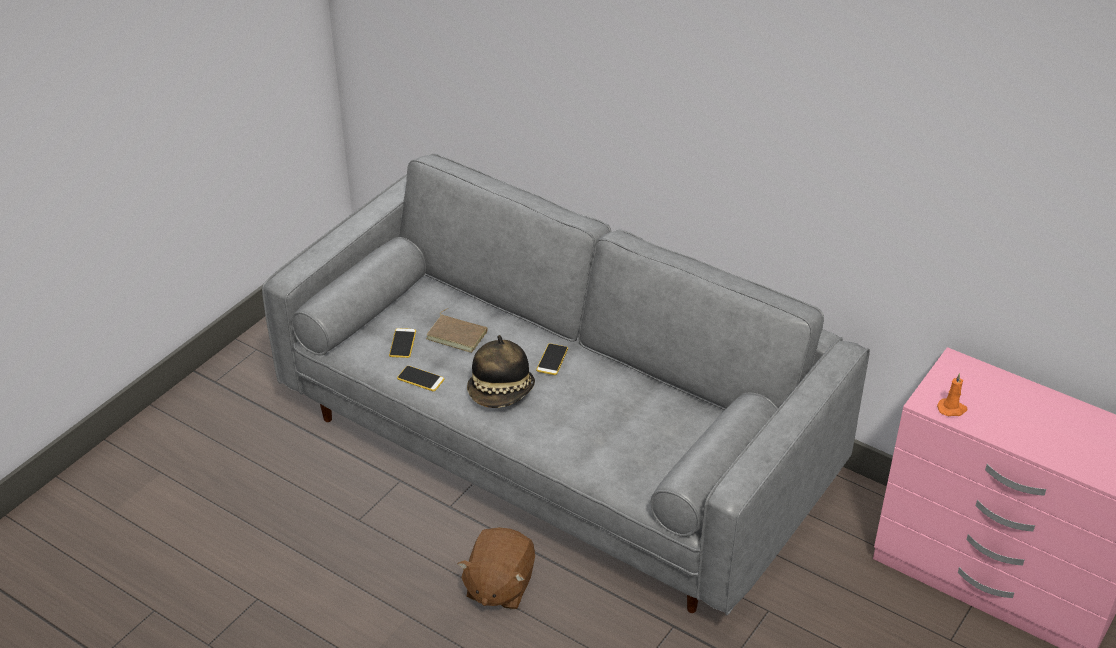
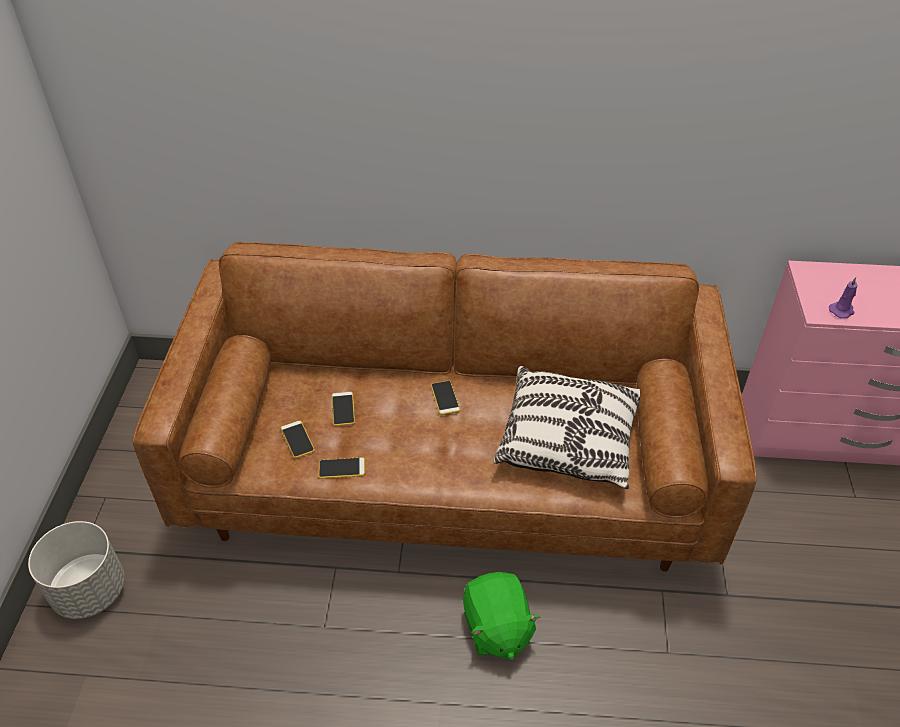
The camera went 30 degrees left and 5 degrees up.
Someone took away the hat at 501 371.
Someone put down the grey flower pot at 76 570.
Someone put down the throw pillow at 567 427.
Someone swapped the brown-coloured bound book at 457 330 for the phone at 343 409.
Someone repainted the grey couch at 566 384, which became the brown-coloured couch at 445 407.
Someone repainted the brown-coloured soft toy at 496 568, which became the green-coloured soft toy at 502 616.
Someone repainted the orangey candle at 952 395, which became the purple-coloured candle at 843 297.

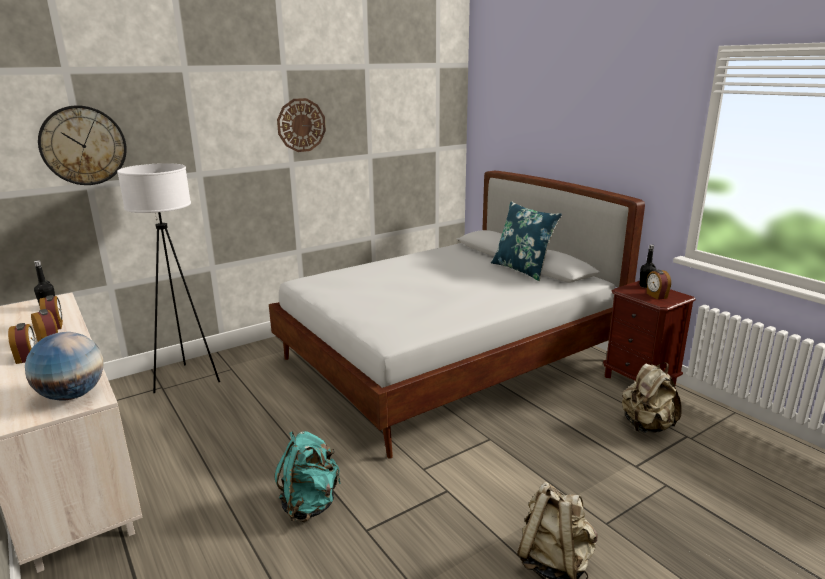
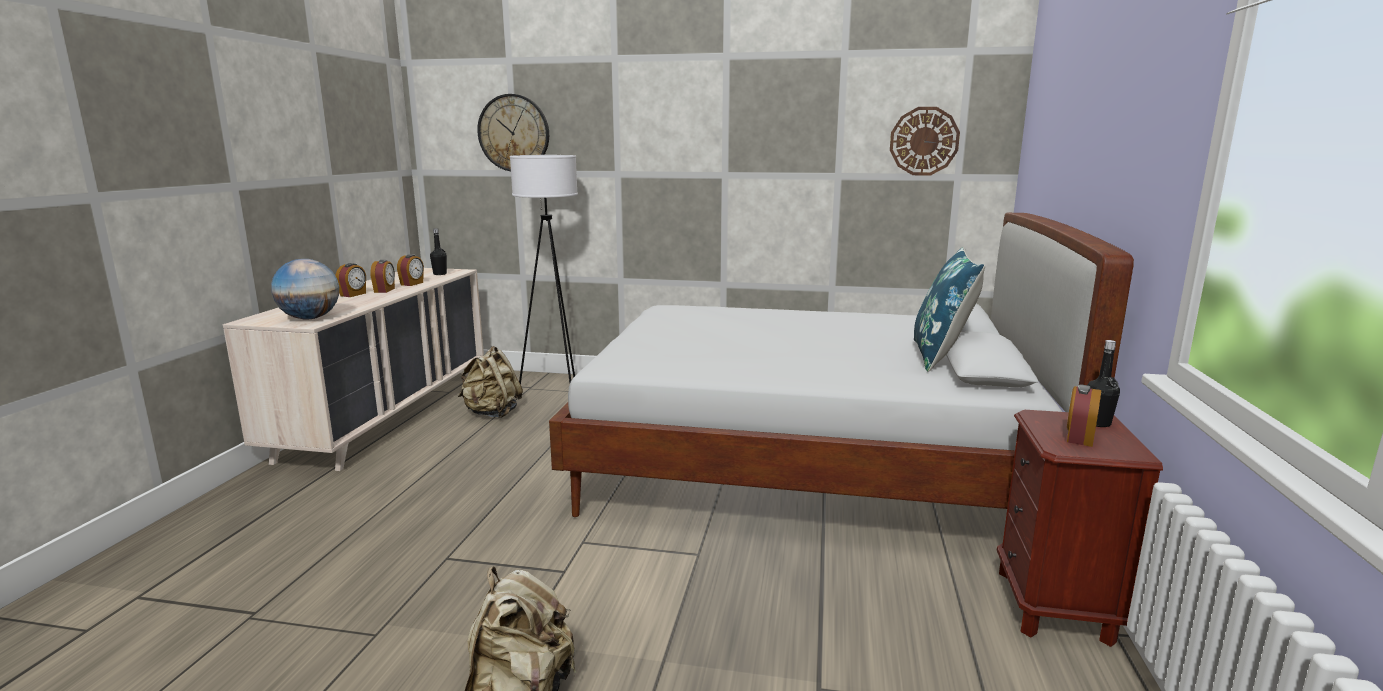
The camera went 45 degrees right and 5 degrees down.
Someone took away the turquoise-coloured rucksack at 307 476.
Someone carried the hanging clock from 301 125 to 925 141.
Someone carried the beige-coloured rucksack from 652 397 to 490 382.

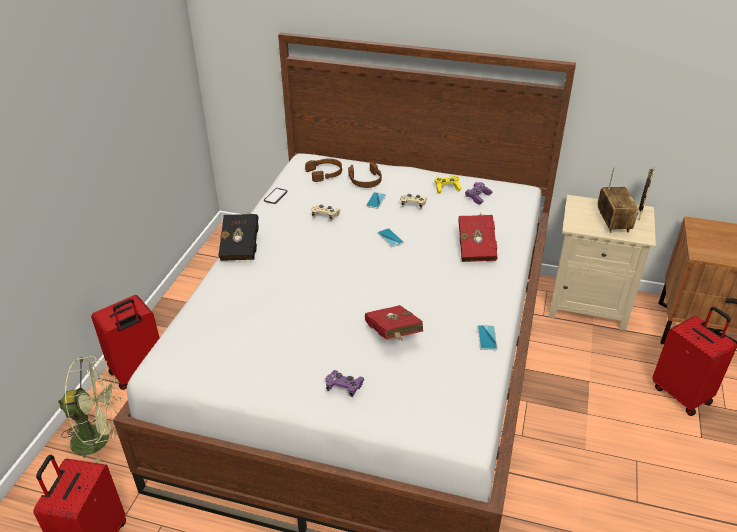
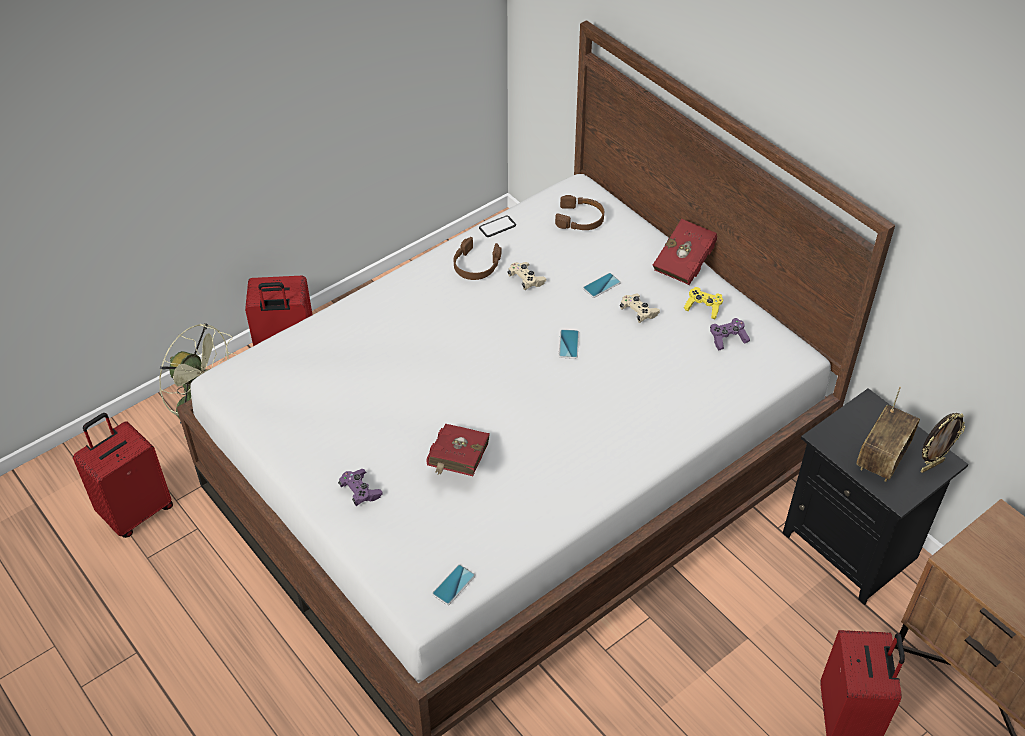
The camera went 35 degrees right and 10 degrees up.
Someone took away the black bound book at 238 237.
Someone carried the brown-coloured headset from 365 175 to 478 258.
Someone carried the red-coloured bound book from 477 237 to 685 252.
Someone carried the phone from 487 337 to 453 585.
Someone repainted the beige-coloured bedside table at 602 263, which became the black bedside table at 875 496.

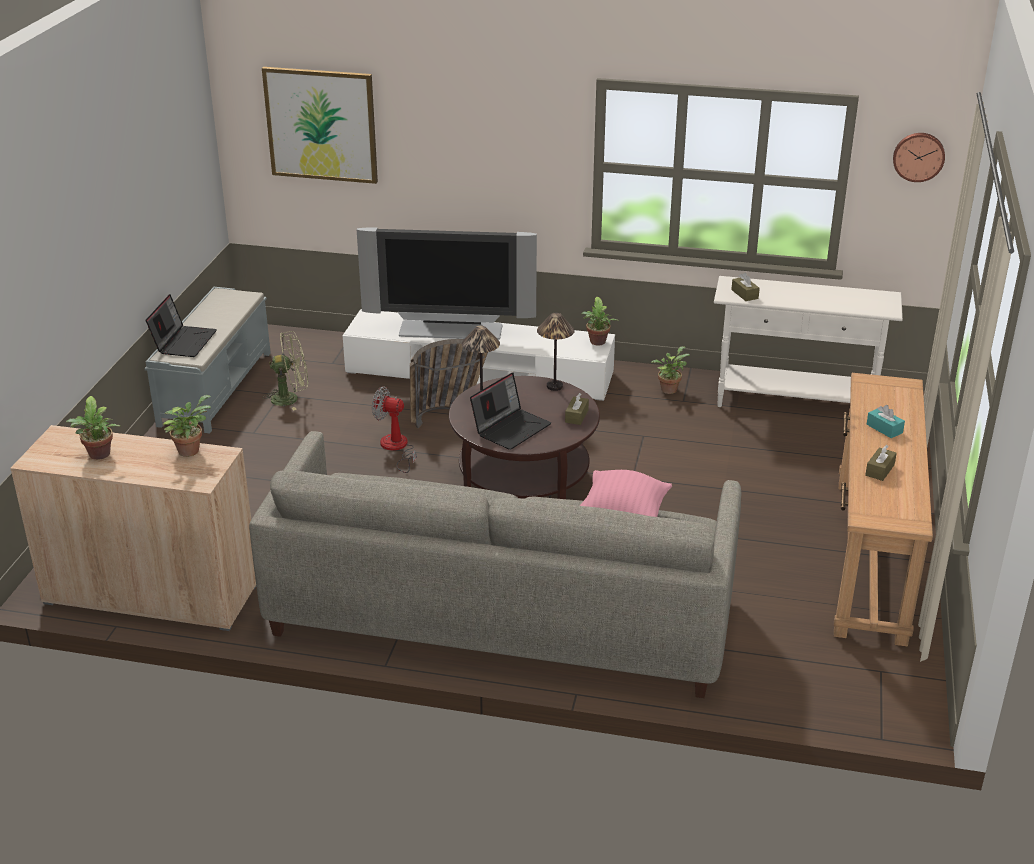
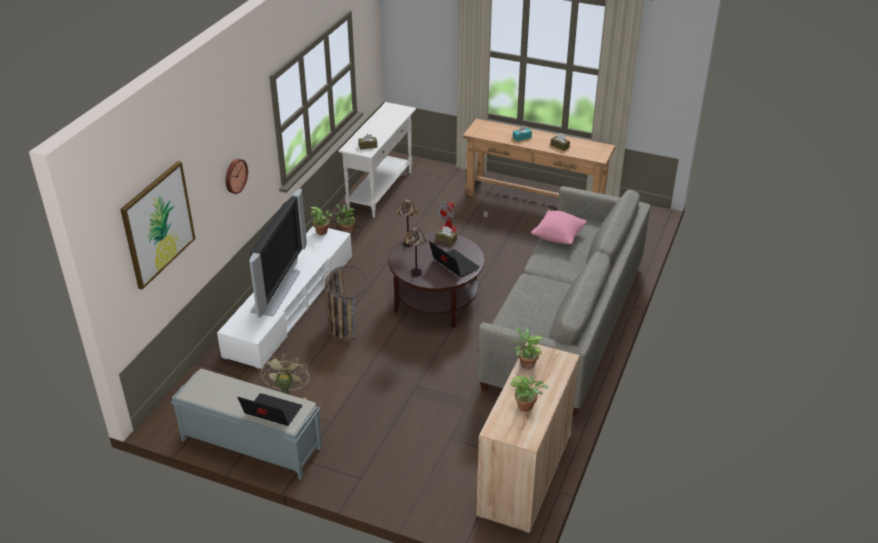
The camera went 80 degrees left and 5 degrees up.
Someone carried the fan from 394 430 to 462 217.
Someone carried the hanging clock from 919 157 to 237 176.

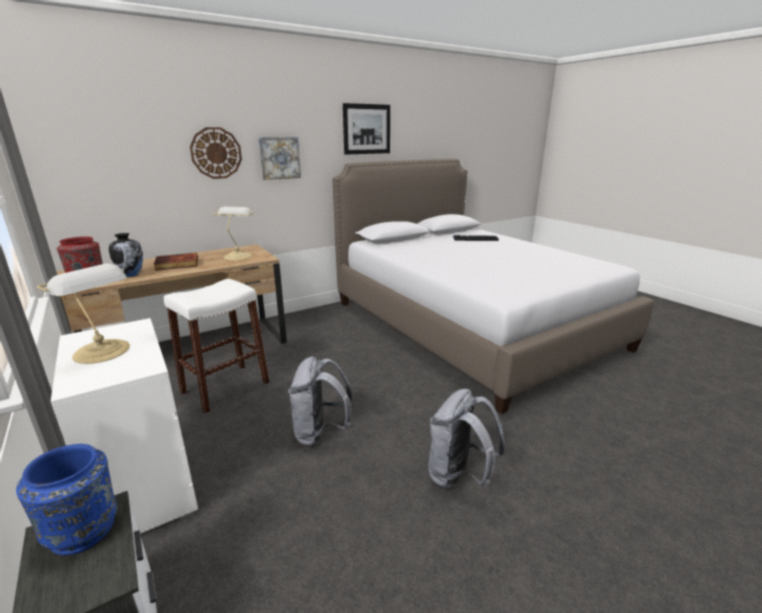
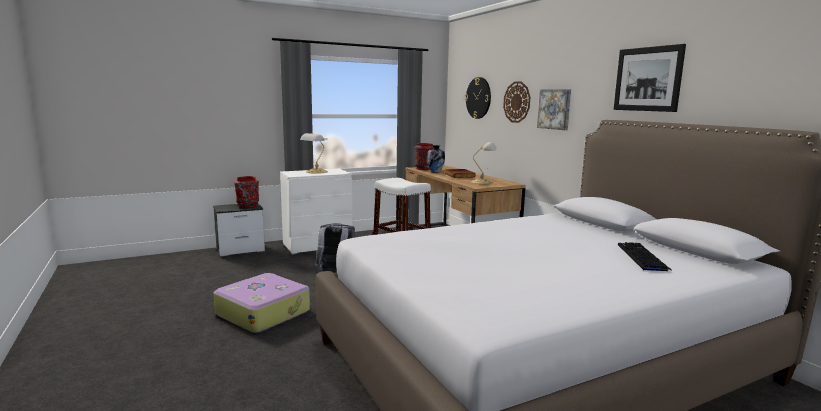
The camera went 95 degrees right and 10 degrees down.
Someone put up the hanging clock at 478 98.
Someone swapped the grey rucksack at 466 439 for the piece of luggage at 261 303.
Someone repainted the bluish flower vase at 66 499, which became the red-coloured flower vase at 246 192.

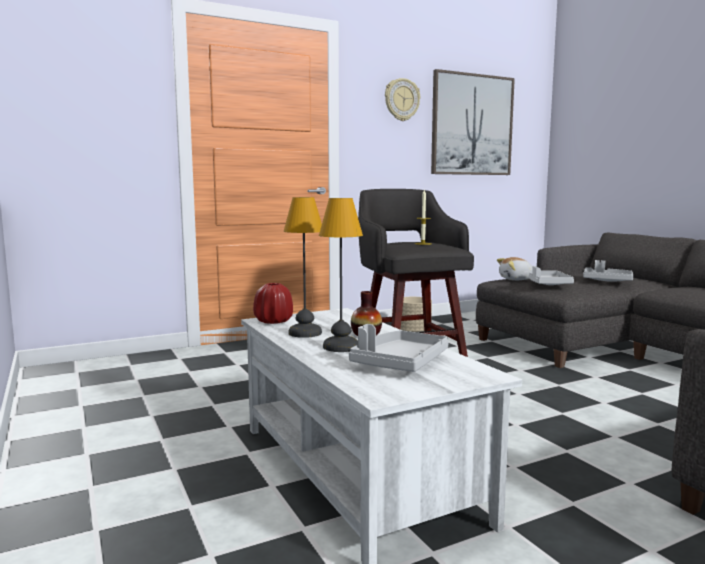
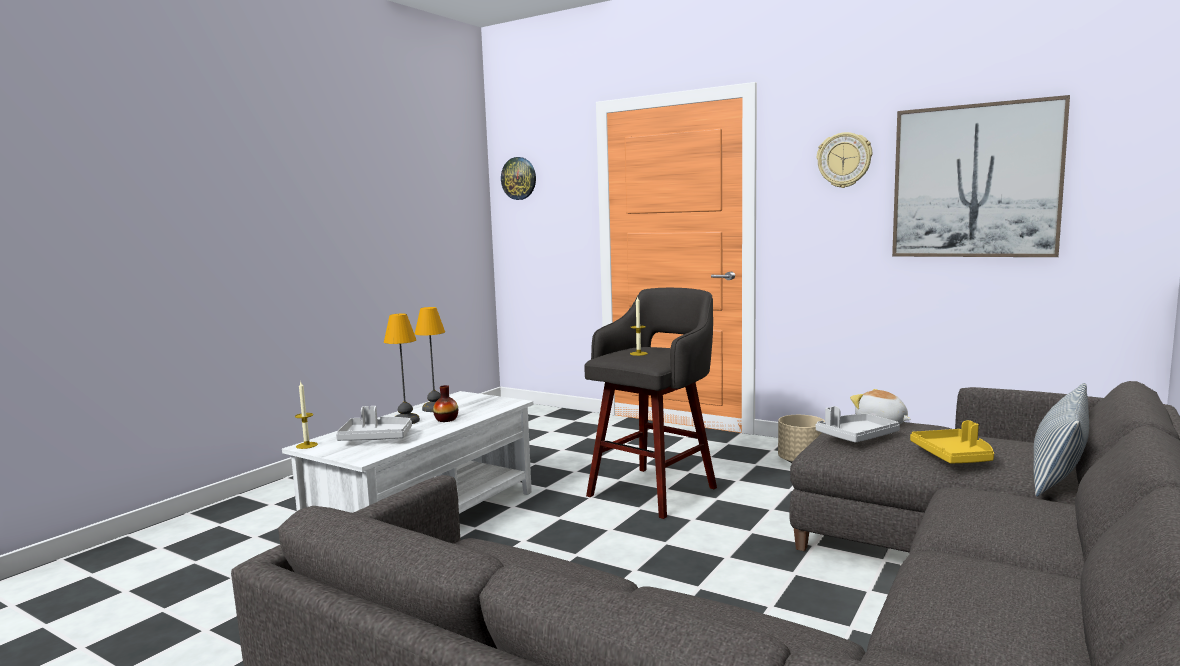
The camera went 60 degrees right and 0 degrees up.
Someone took away the red-coloured flower vase at 273 303.
Someone put down the candle at 306 415.
Someone put up the hanging clock at 518 178.
Someone put down the throw pillow at 1061 440.
Someone repainted the grey tray at 608 271, which became the yellow-coloured tray at 952 442.

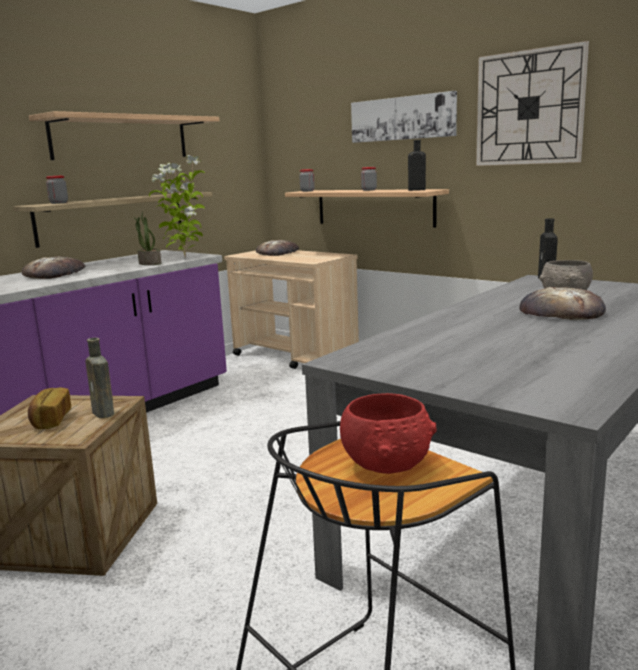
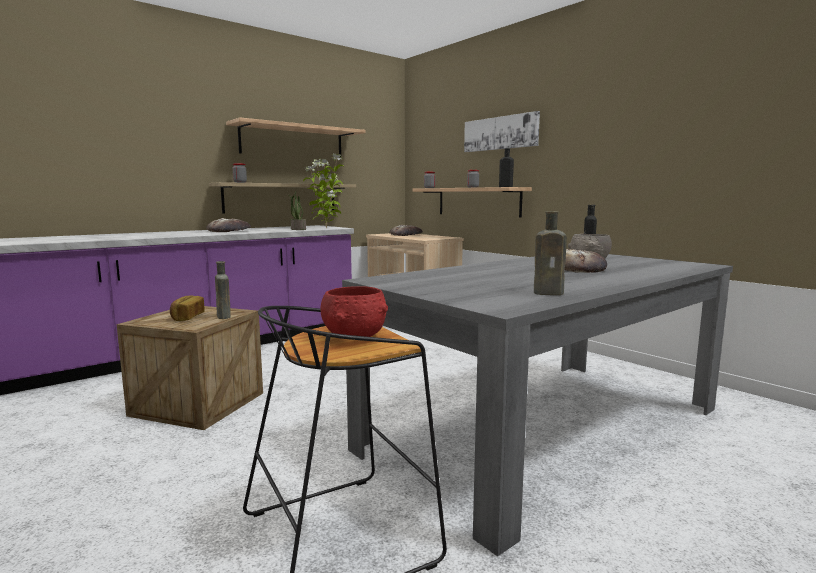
The camera went 10 degrees right and 5 degrees down.
Someone took away the hanging clock at 532 103.
Someone put down the brown-coloured bottle at 550 253.

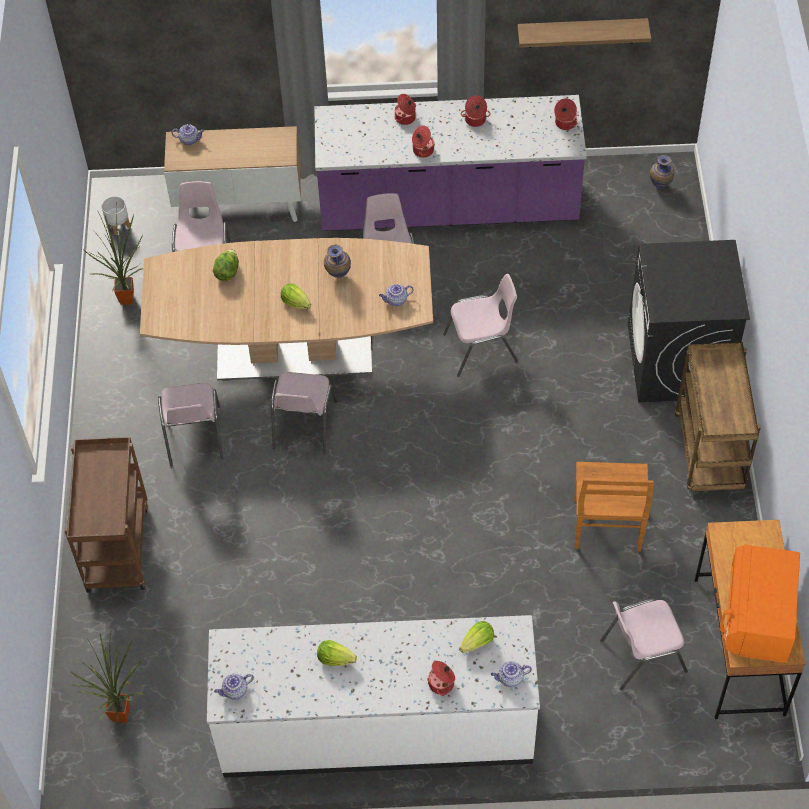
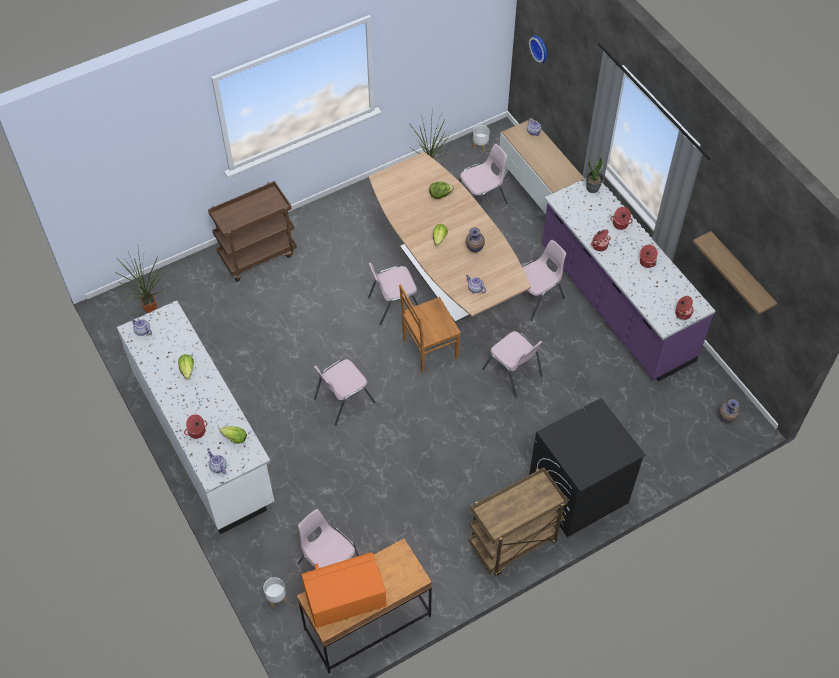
The camera went 60 degrees right and 0 degrees up.
Someone put down the white flower pot at 274 592.
Someone put up the hanging clock at 538 49.
Someone put down the houseplant at 595 175.
Someone carried the pinkish chair from 191 424 to 344 392.
Someone carried the brown-coloured chair from 614 507 to 430 328.

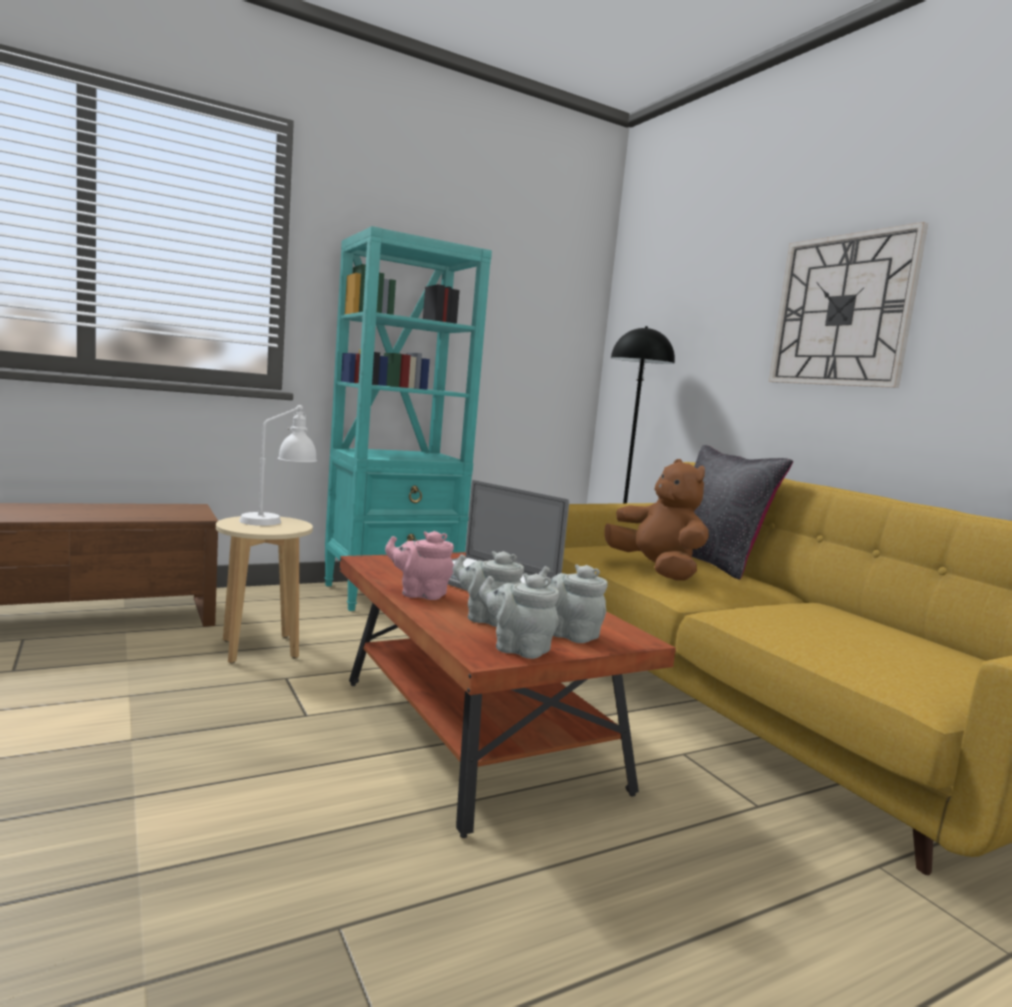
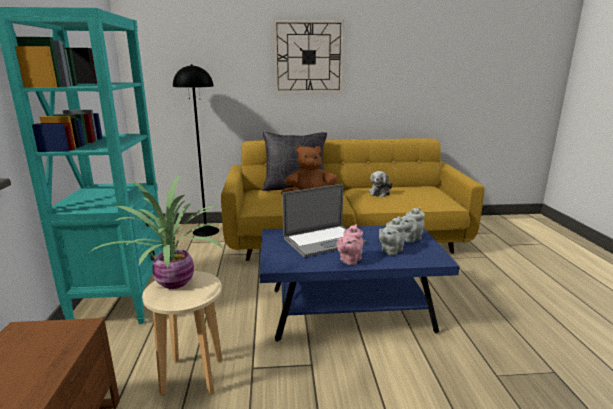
The camera went 65 degrees left and 10 degrees up.
Someone took away the grey pot for tea at 519 616.
Someone put down the soft toy at 380 184.
Someone swapped the white table lamp at 278 465 for the houseplant at 156 232.
Someone repainted the brown-coloured low table at 507 695, which became the bluish low table at 359 283.

